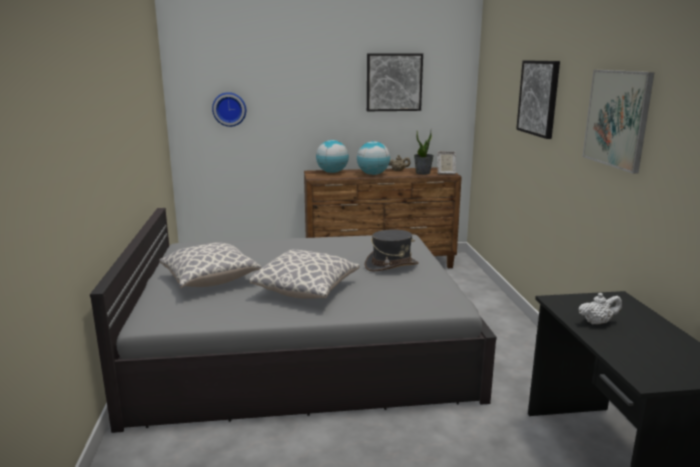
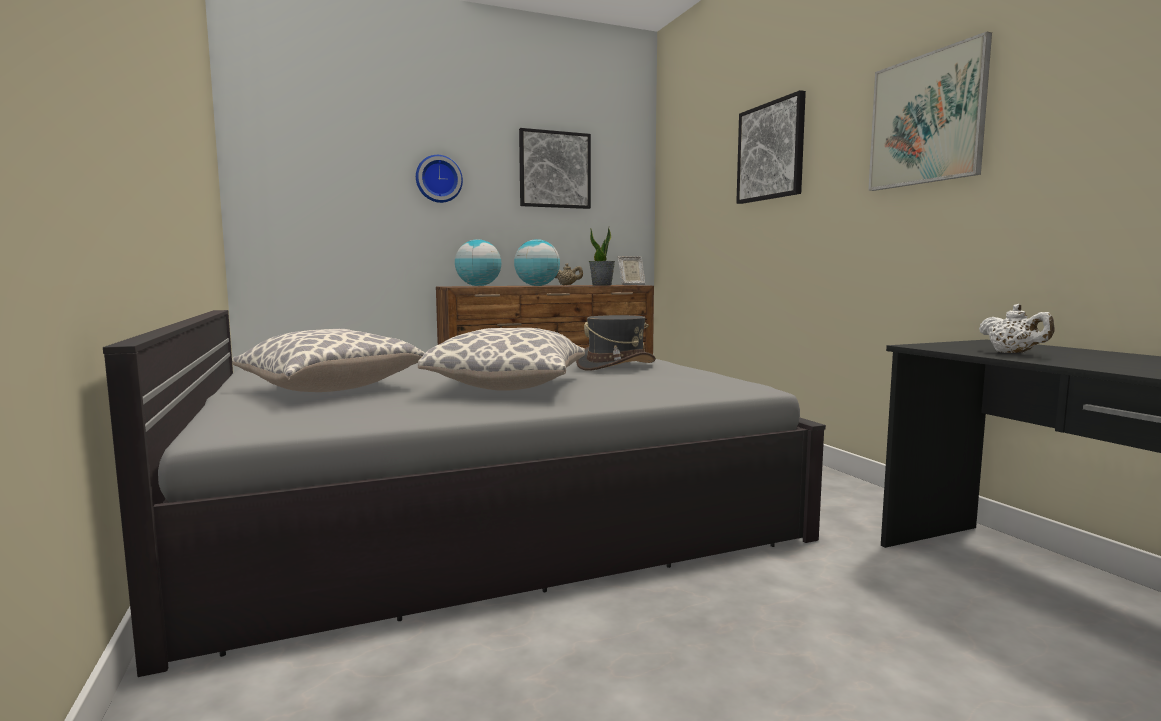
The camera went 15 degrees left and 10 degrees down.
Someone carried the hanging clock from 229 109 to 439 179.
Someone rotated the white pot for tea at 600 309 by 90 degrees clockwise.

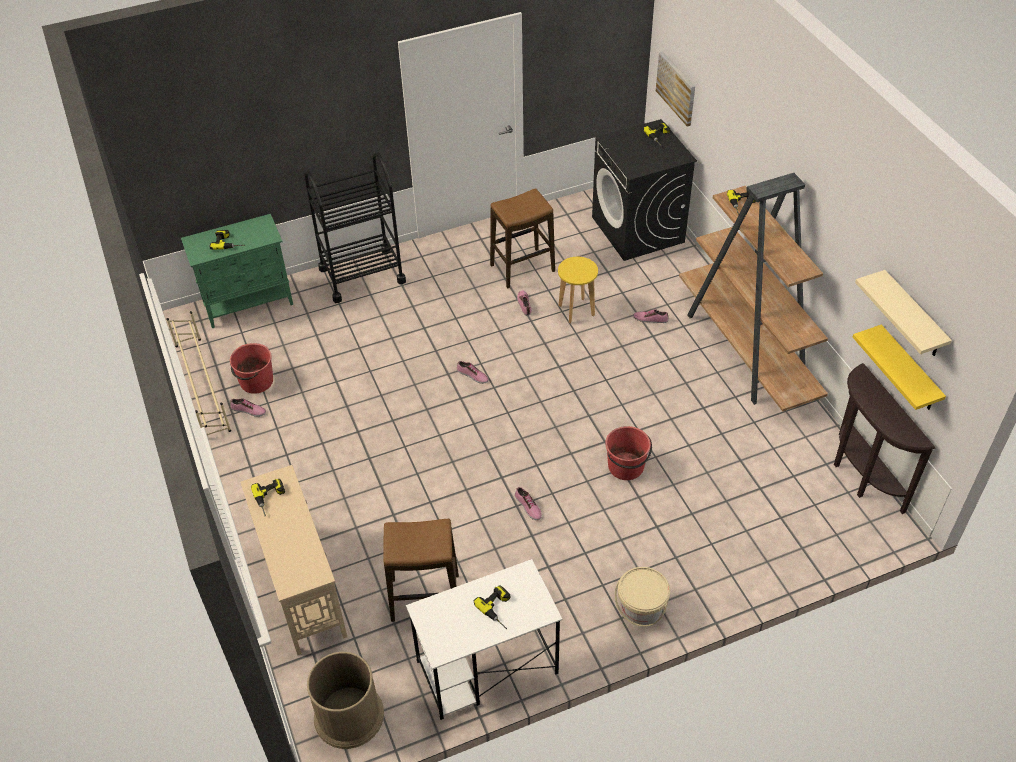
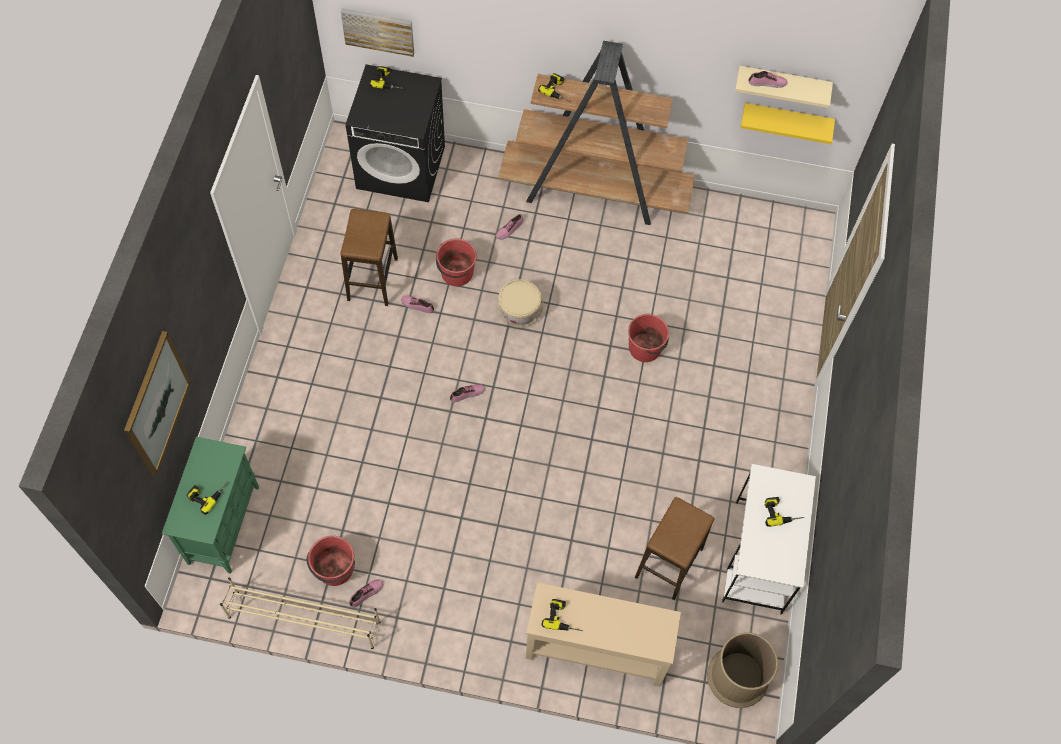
The camera went 60 degrees left and 15 degrees up.
Someone took away the black cart at 355 227.
Someone took away the brown-coloured console table at 884 438.
Someone put up the wall art at 157 403.
Someone carried the item of footwear from 528 503 to 768 79.
Someone carried the beige-coloured water bucket from 642 597 to 520 303.
Someone swapped the yellow-coloured sitting stool at 578 290 for the red-coloured water bucket at 456 262.

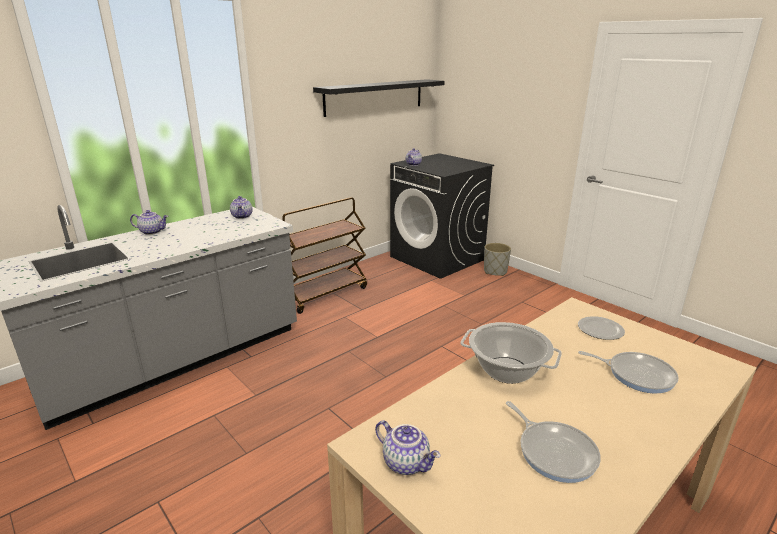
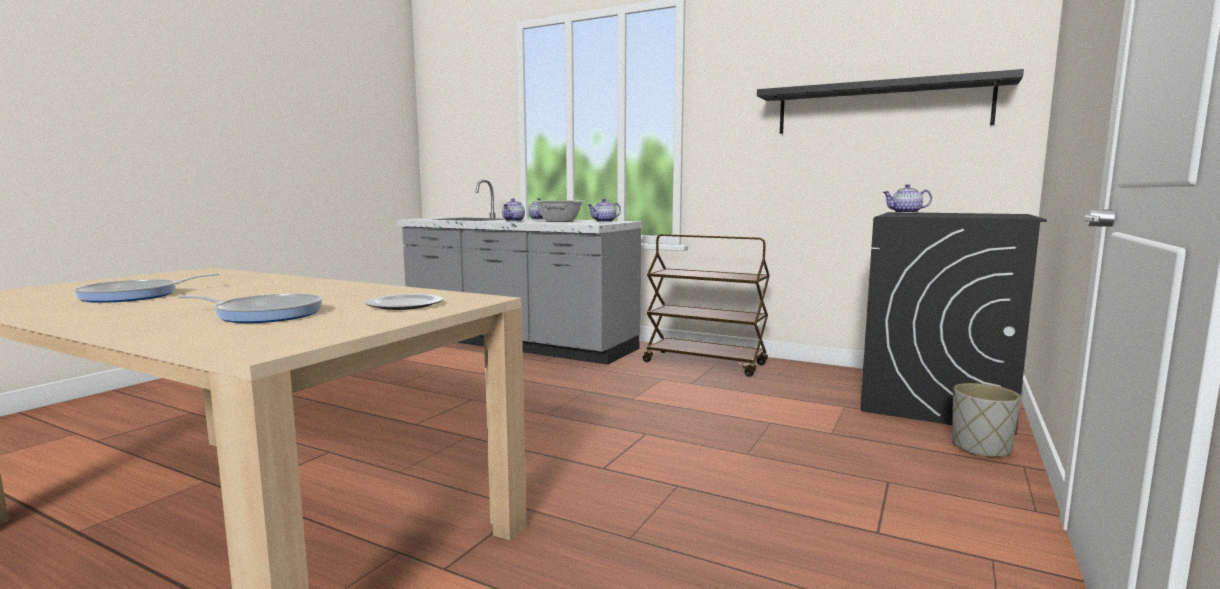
The camera went 70 degrees right and 15 degrees down.
Someone carried the pot for tea from 407 447 to 513 209.
Someone carried the cooking pot from 511 353 to 559 211.
Someone rotated the pan at 628 372 by 90 degrees counterclockwise.

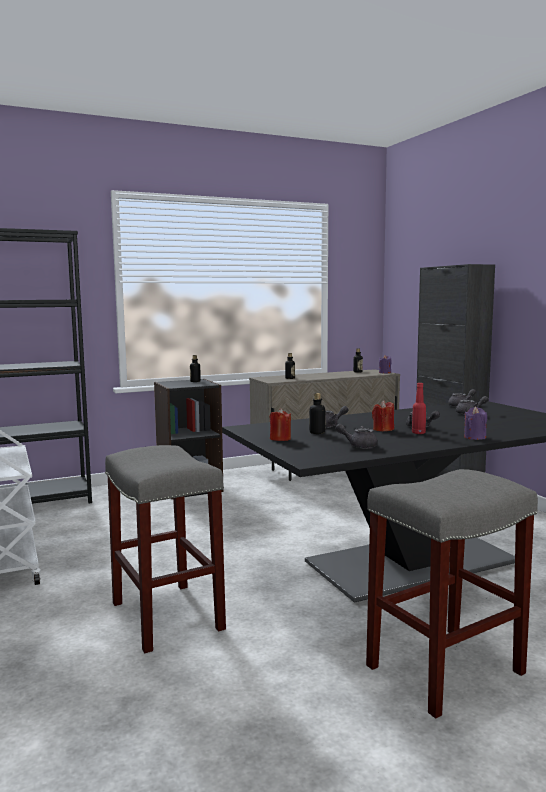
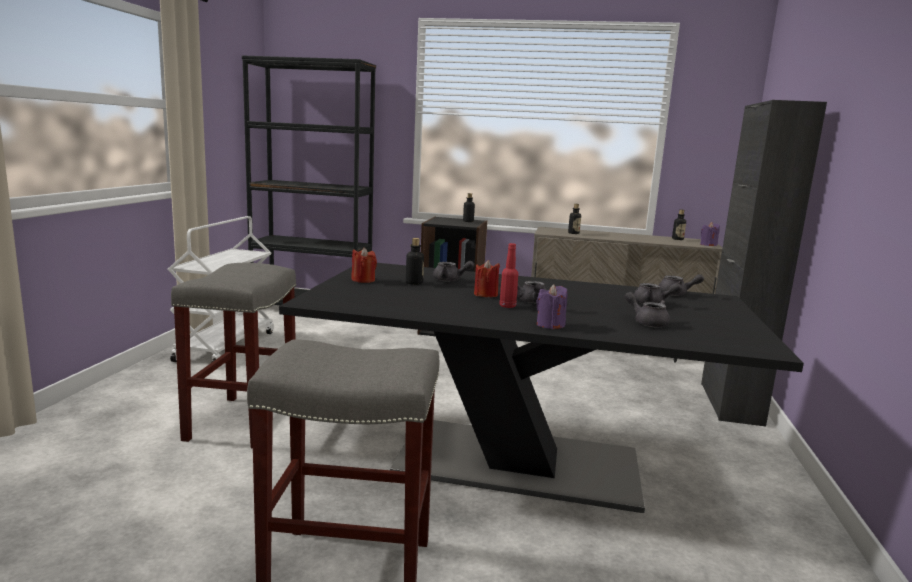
The camera went 35 degrees right and 5 degrees up.
Someone carried the grey pot for tea from 357 436 to 647 310.

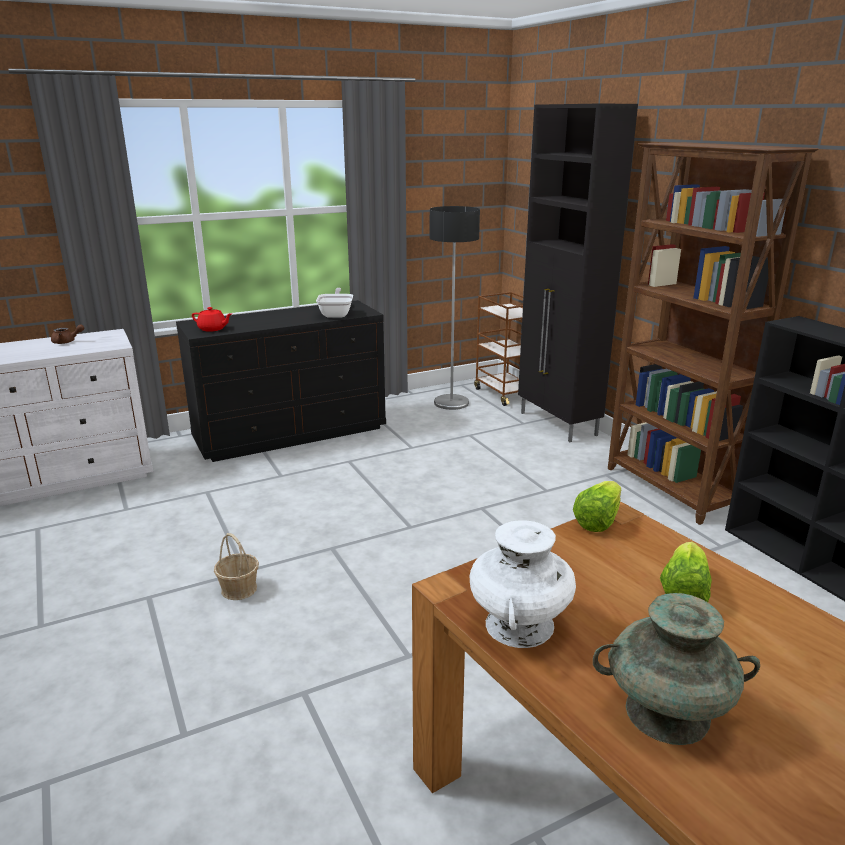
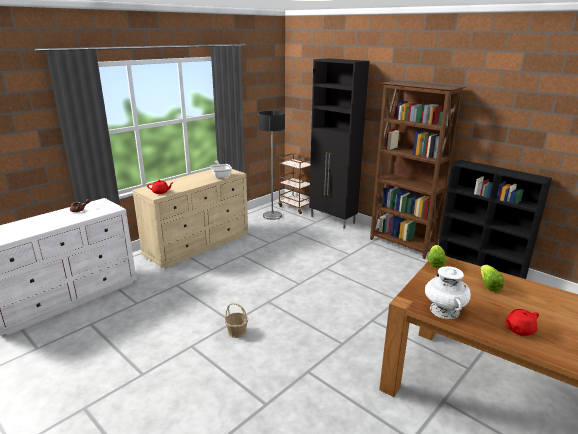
The camera went 20 degrees left and 0 degrees up.
Someone swapped the turquoise-coloured flower vase at 676 669 for the red-coloured pot for tea at 522 322.
Someone repainted the black dresser at 281 381, which became the beige-coloured dresser at 190 218.

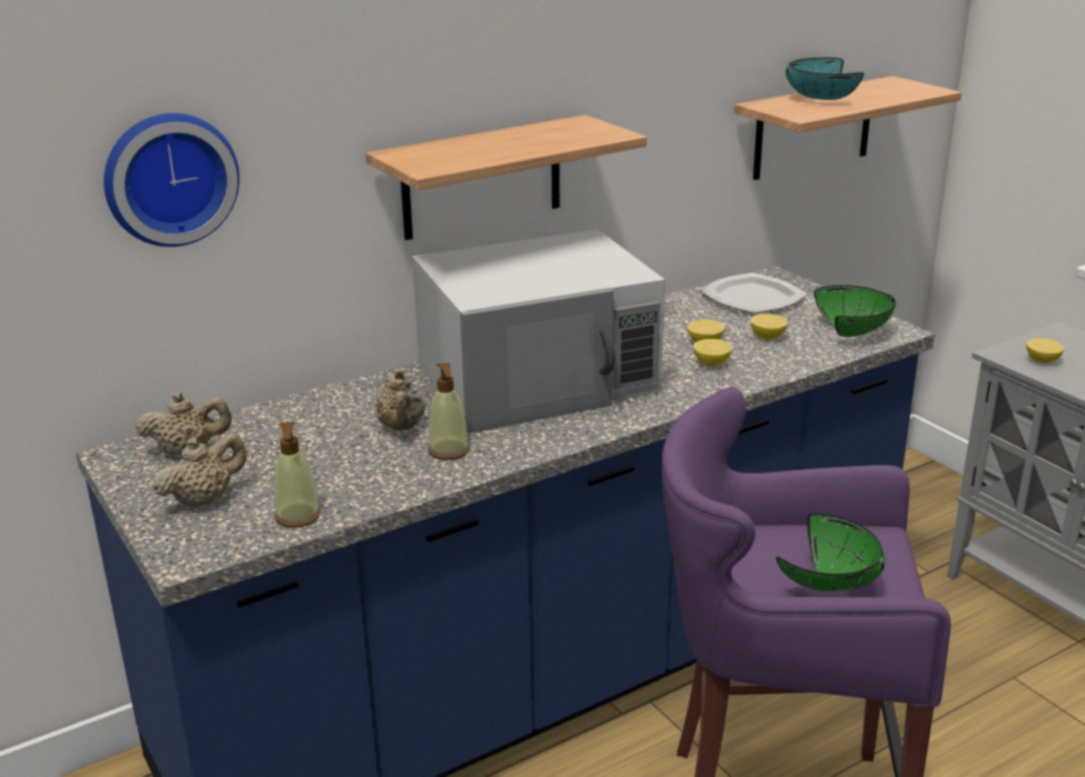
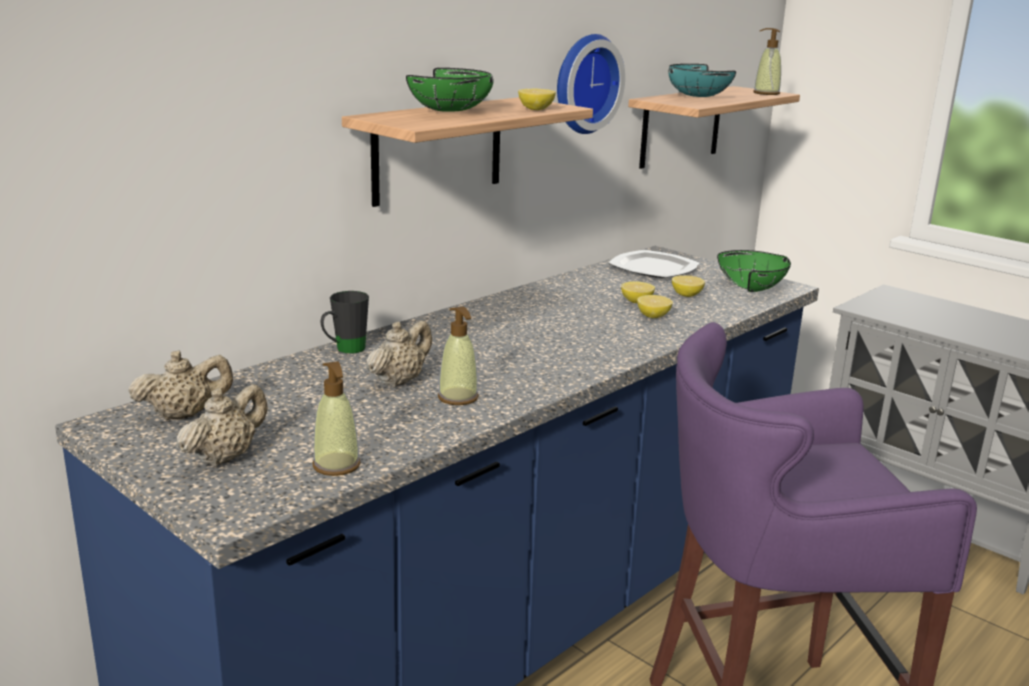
The camera went 15 degrees left and 5 degrees down.
Someone took away the white microwave oven at 538 332.
Someone put down the black tea mug at 345 322.
Someone put down the liquid soap bottle at 767 61.
Someone carried the hanging clock from 172 180 to 591 84.
Someone carried the green-coloured serving bowl from 830 552 to 450 90.
Someone carried the whole lemon from 1046 350 to 537 99.
Someone rotated the beige-coloured pot for tea at 400 399 by 120 degrees counterclockwise.

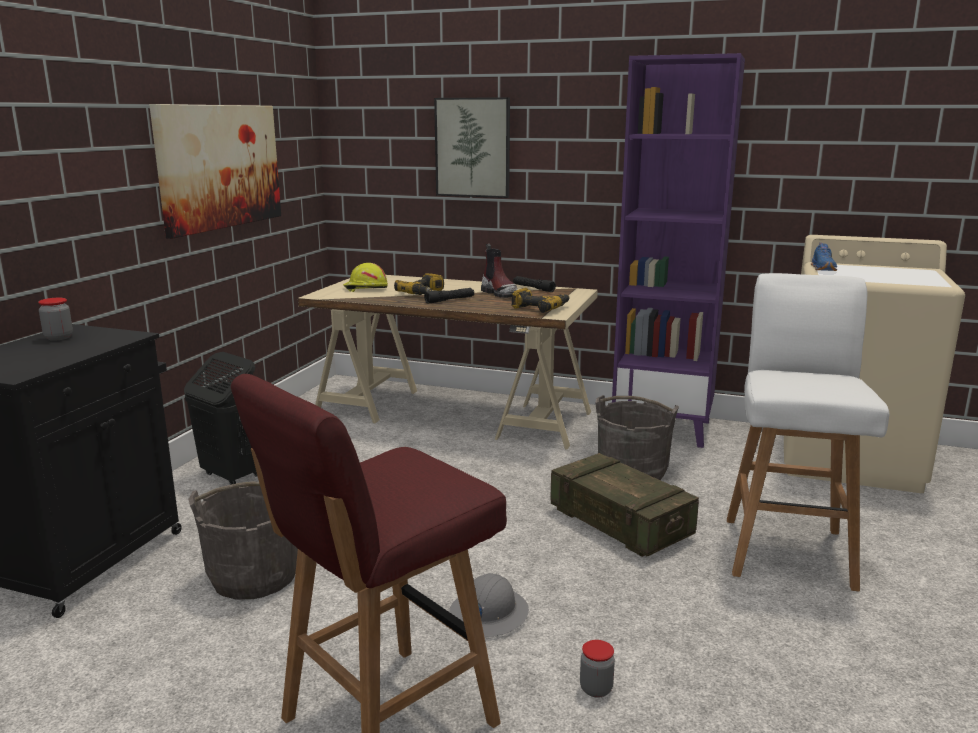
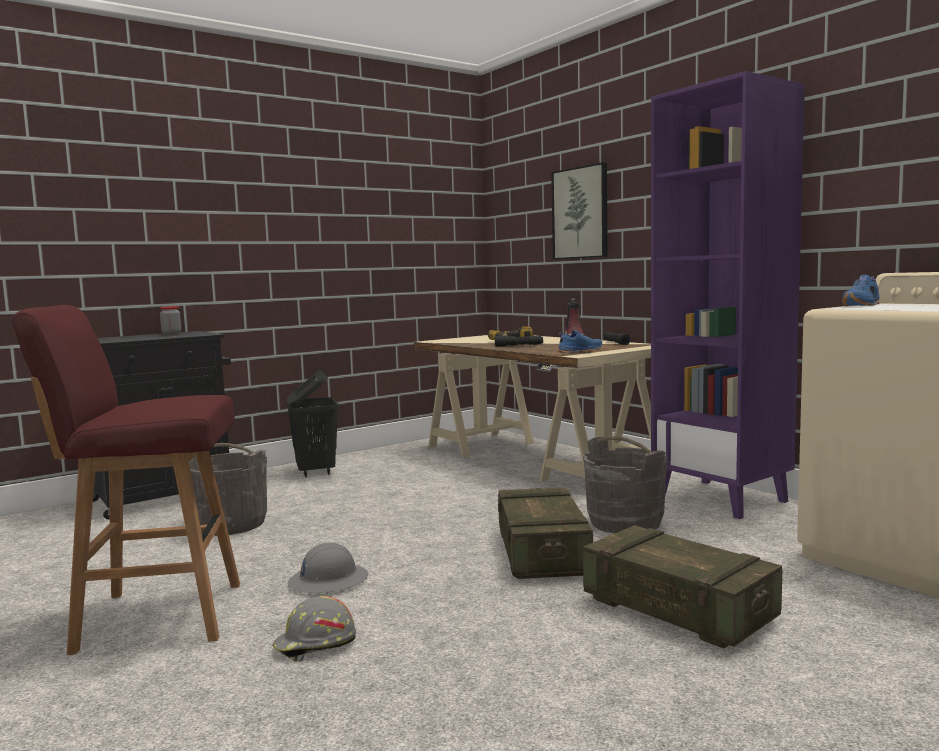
The camera went 35 degrees right and 10 degrees down.
Someone took away the wall art at 215 171.
Someone took away the yellow-coloured hard hat at 365 277.
Someone swapped the power drill at 540 300 for the bluish item of footwear at 580 341.
Someone swapped the jar at 597 669 for the grey hard hat at 314 629.
Someone swapped the white sitting stool at 808 432 for the shipping crate at 682 587.

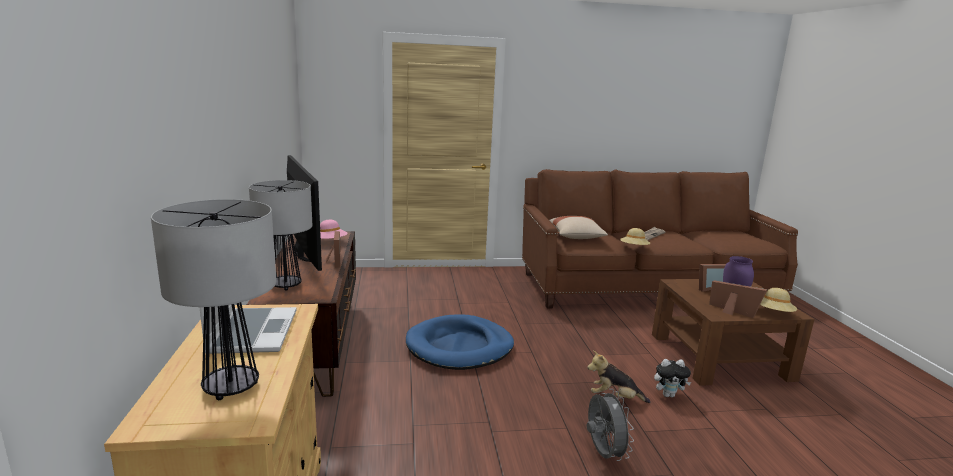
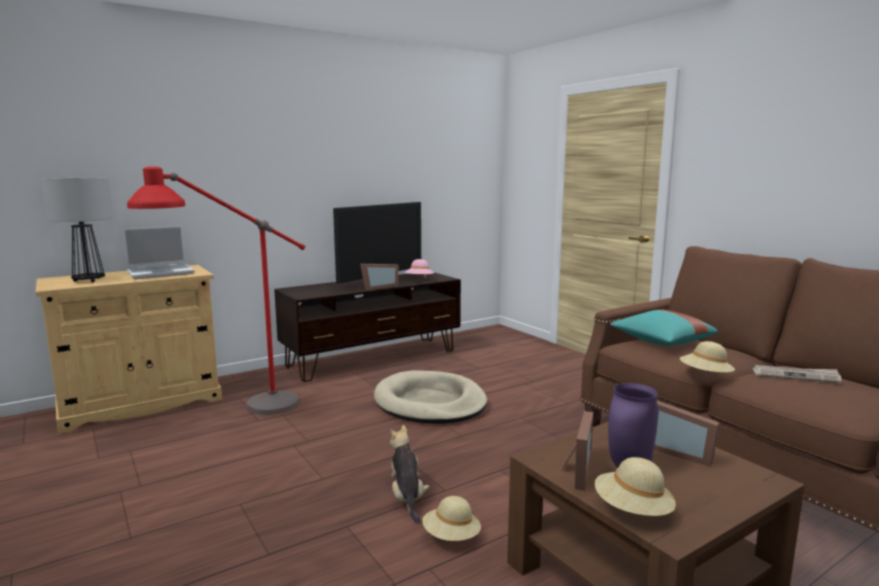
The camera went 65 degrees right and 5 degrees down.
Someone took away the table lamp at 280 235.
Someone took away the grey fan at 610 425.
Someone put down the red-coloured standing lamp at 216 290.
Someone swapped the soft toy at 672 378 for the beige-coloured hat at 451 518.
Someone repainted the bluish dog bed at 460 342, which became the beige-coloured dog bed at 430 397.
Someone repainted the beige-coloured throw pillow at 578 227, which became the turquoise-coloured throw pillow at 664 328.

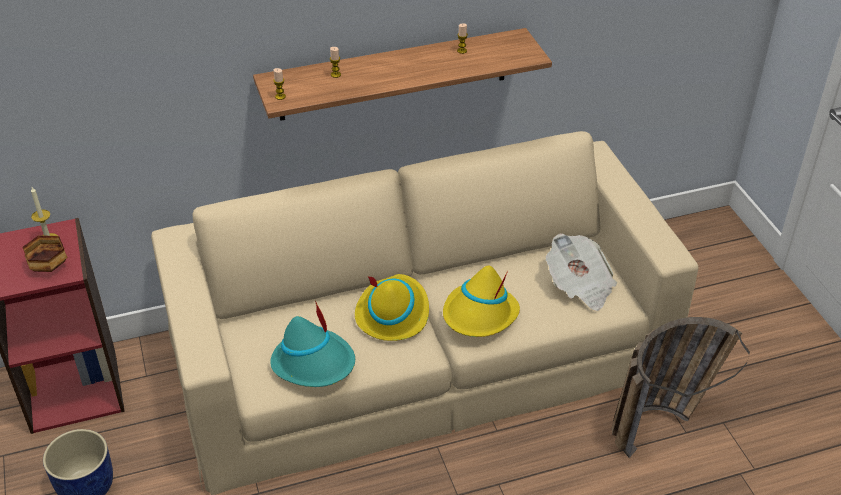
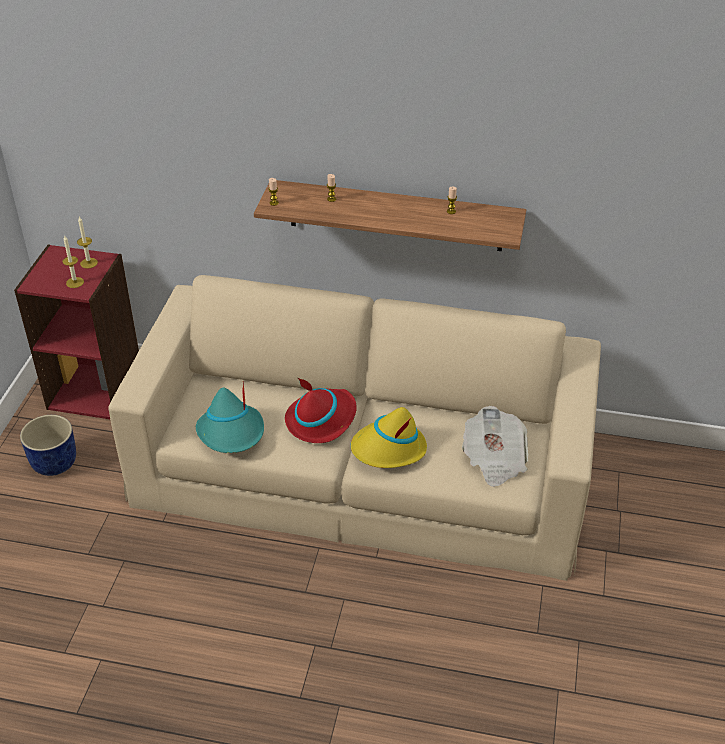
The camera went 30 degrees right and 0 degrees up.
Someone took away the basket at 681 387.
Someone swapped the serving bowl at 44 253 for the candle at 73 262.
Someone repainted the yellow-coloured hat at 392 307, which became the red-coloured hat at 321 410.

